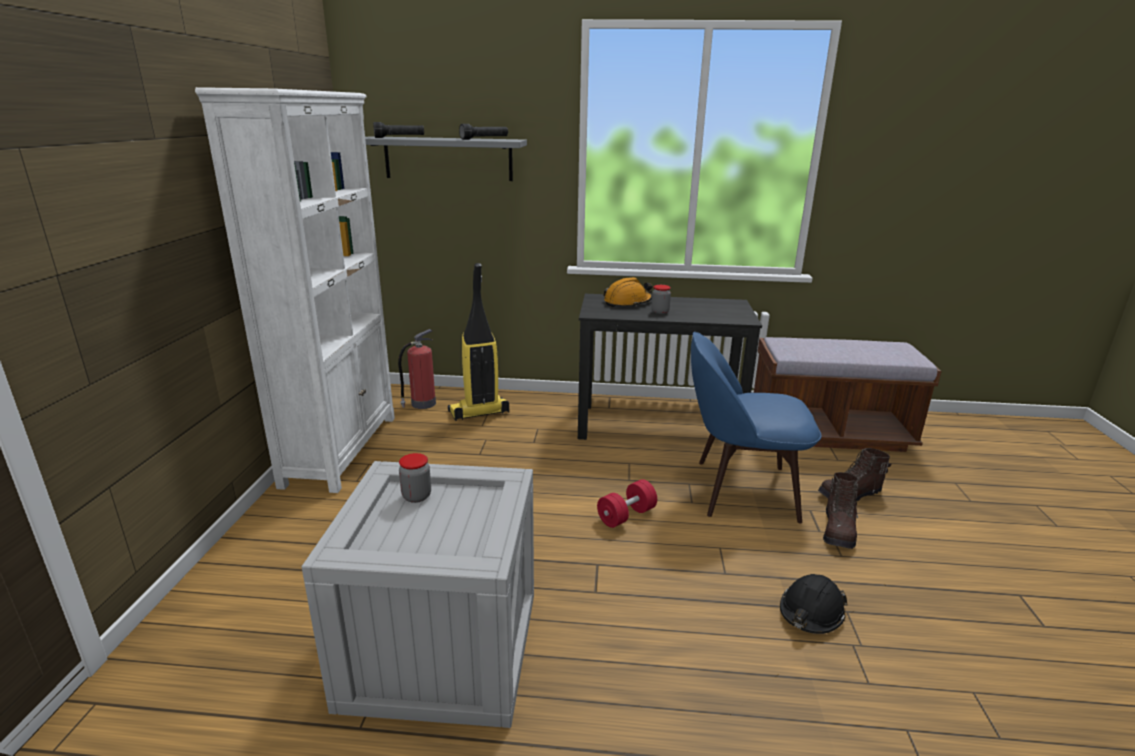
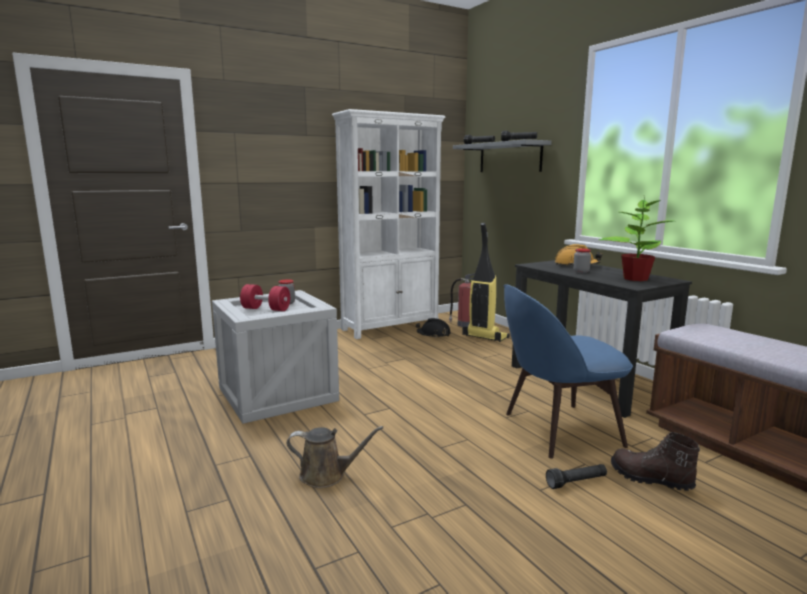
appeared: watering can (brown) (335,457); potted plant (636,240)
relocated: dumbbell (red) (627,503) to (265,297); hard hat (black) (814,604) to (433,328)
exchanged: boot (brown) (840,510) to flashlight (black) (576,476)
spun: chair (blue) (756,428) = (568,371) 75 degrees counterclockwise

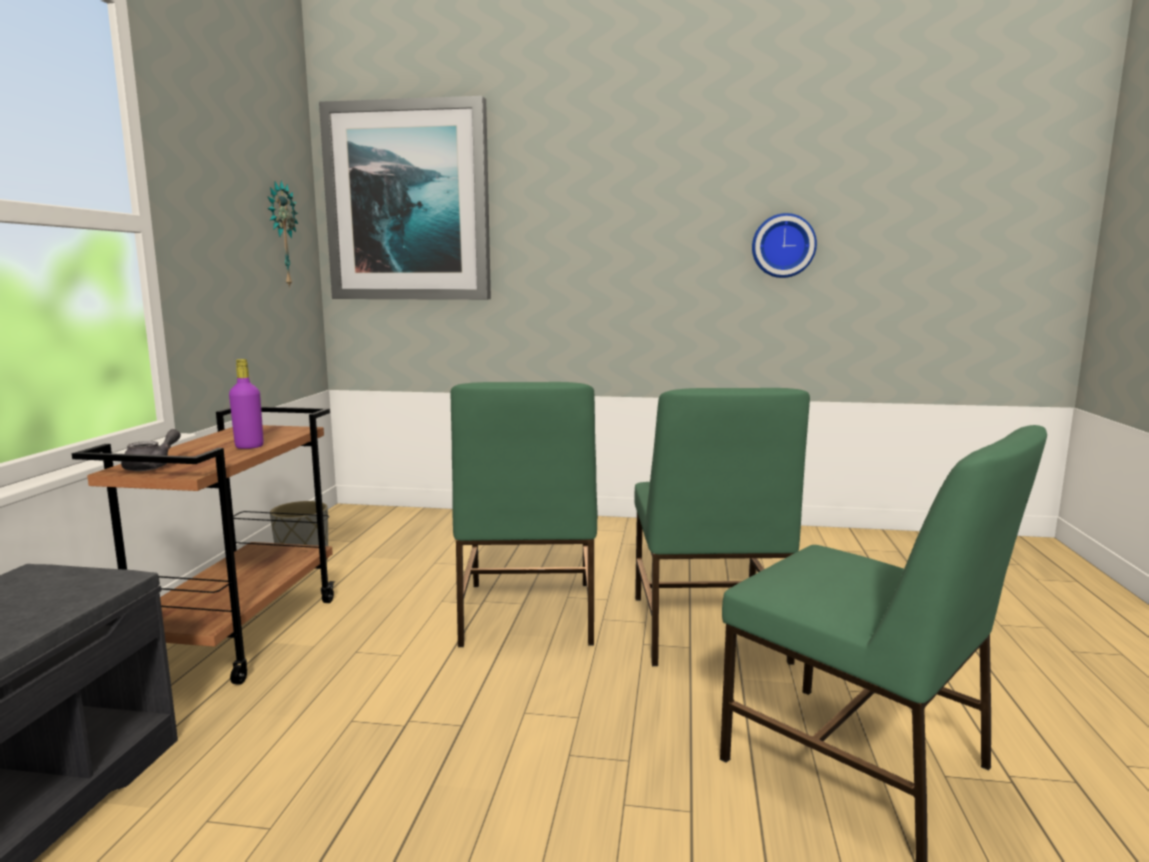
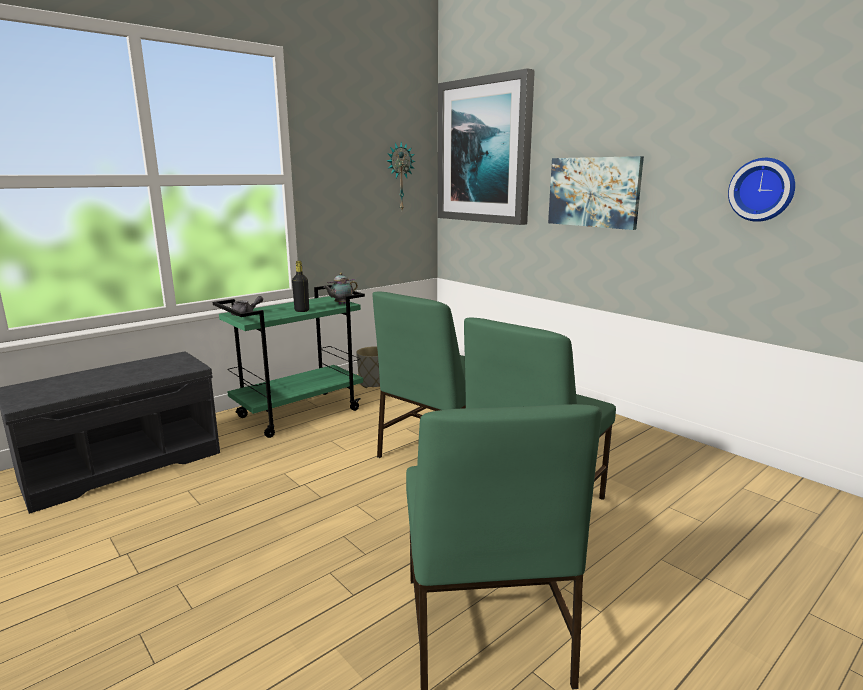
appeared: teapot (340,288); picture (596,193)
colour: cart (brown) (203,546) to cart (green) (288,361); bottle (purple) (246,404) to bottle (black) (300,286)

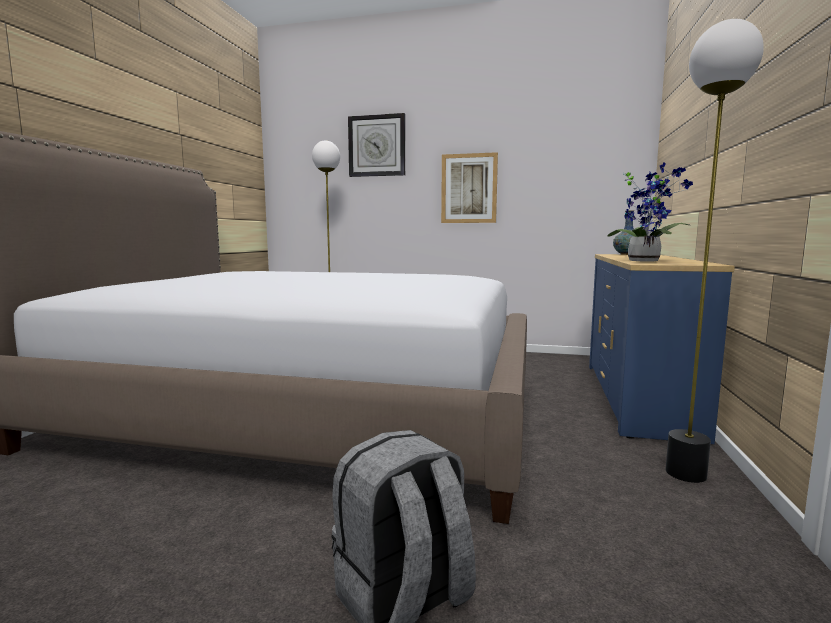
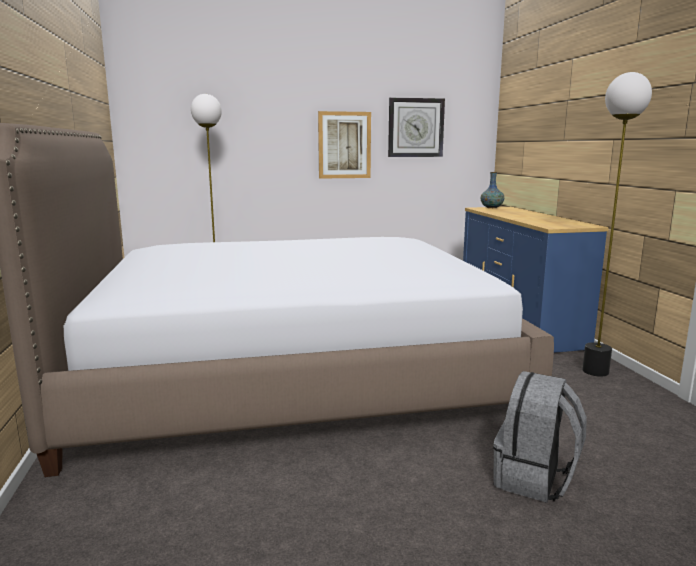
missing: potted plant (650,212)
relocated: wall clock (376,145) to (416,127)

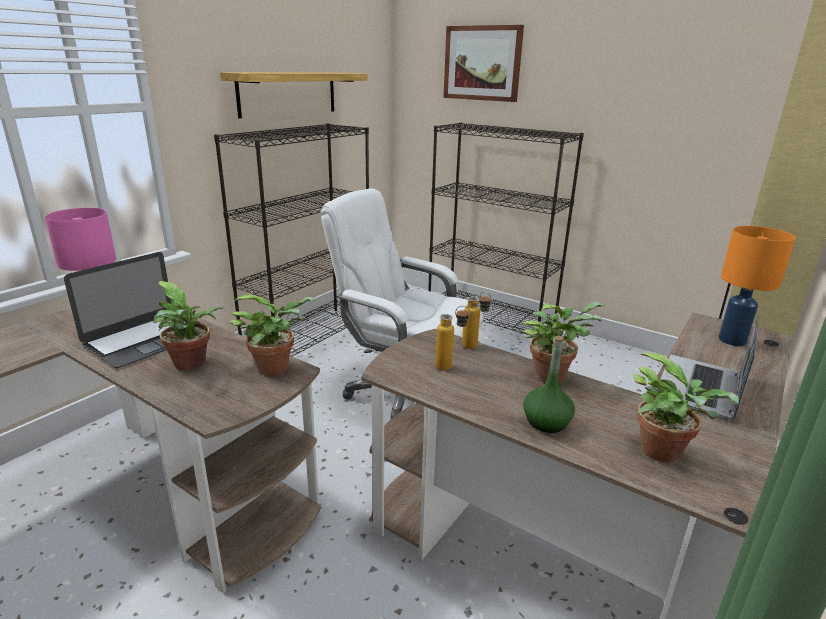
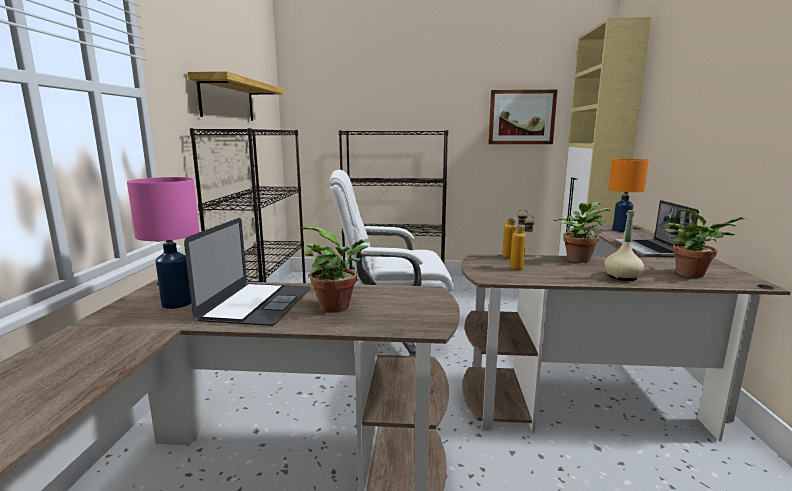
missing: potted plant (273,335)
relocated: picture (483,63) to (522,117)
colour: bottle (green) (549,384) to bottle (beige) (624,245)

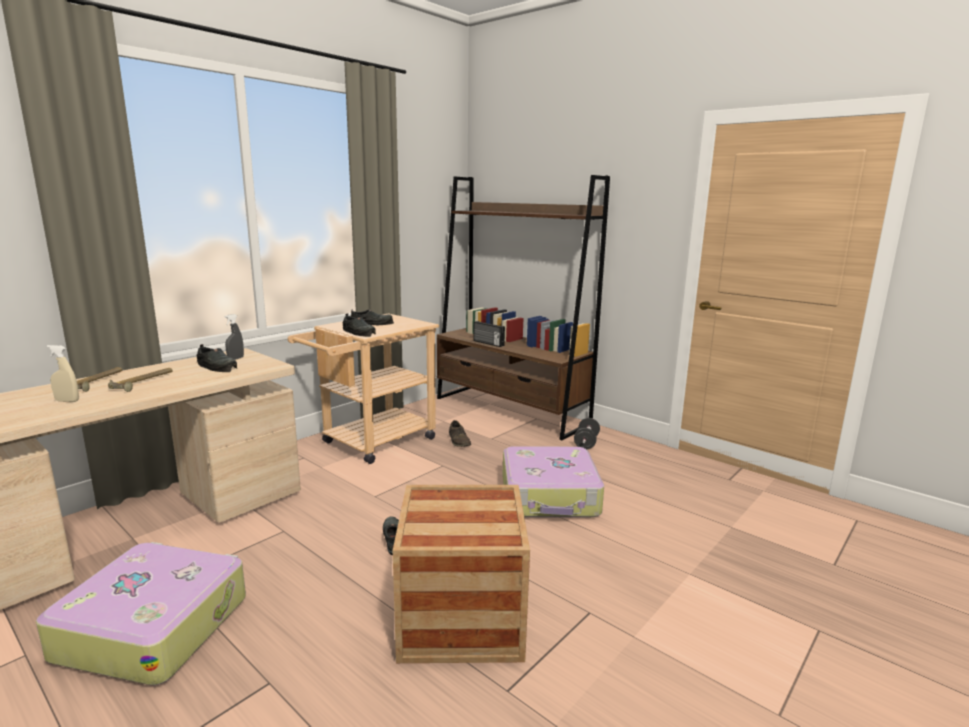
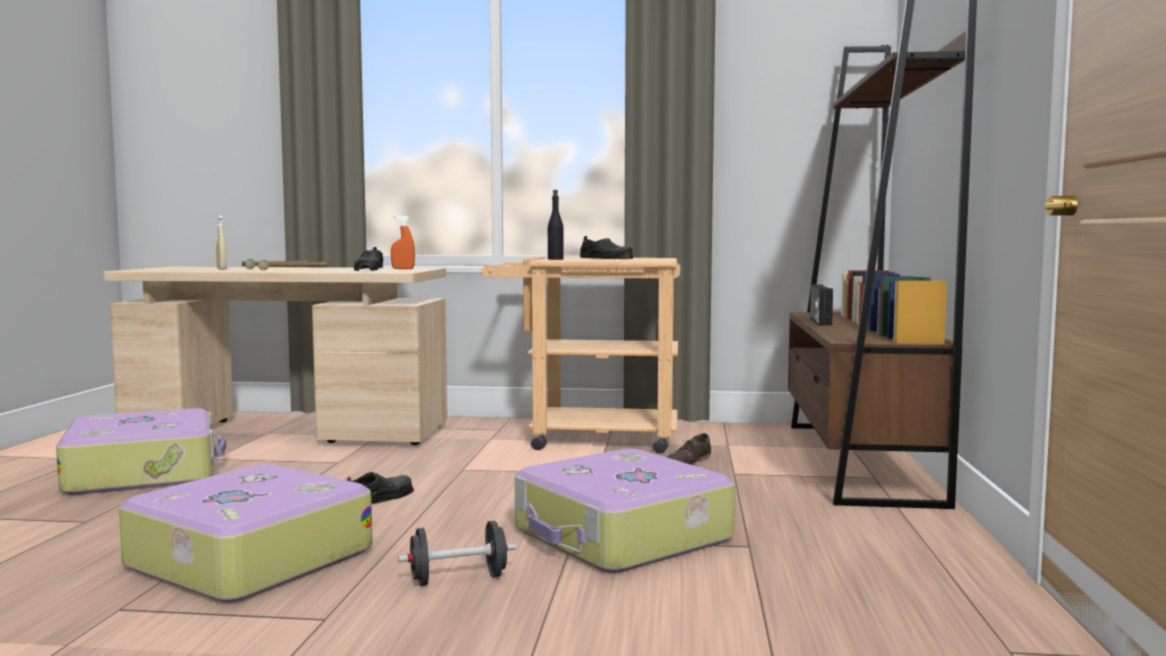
relocated: dumbbell (black) (587,433) to (457,553)
exchanged: crate (461,574) to suitcase (246,533); shoe (black) (359,325) to bottle (black) (556,225)
colour: spray bottle (grey) (234,337) to spray bottle (orange) (403,242)

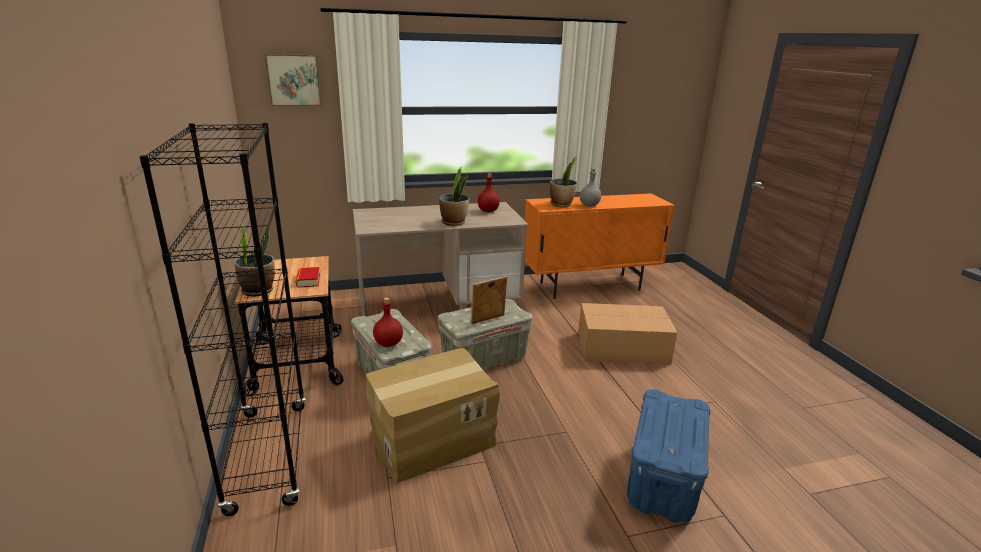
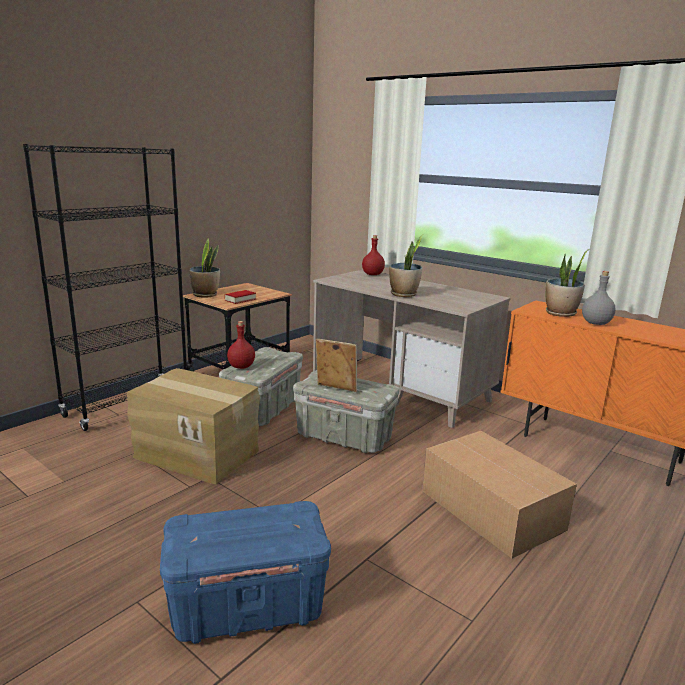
missing: picture (293,80)
relocated: bottle (red) (489,192) to (373,255)

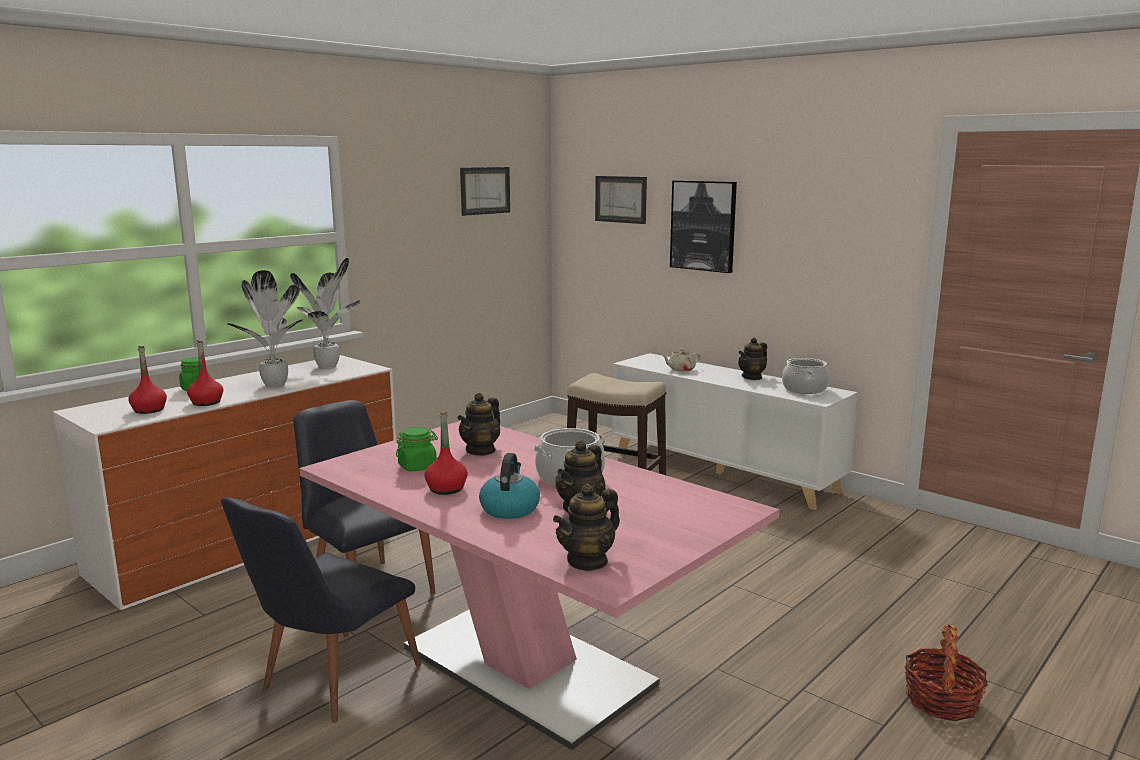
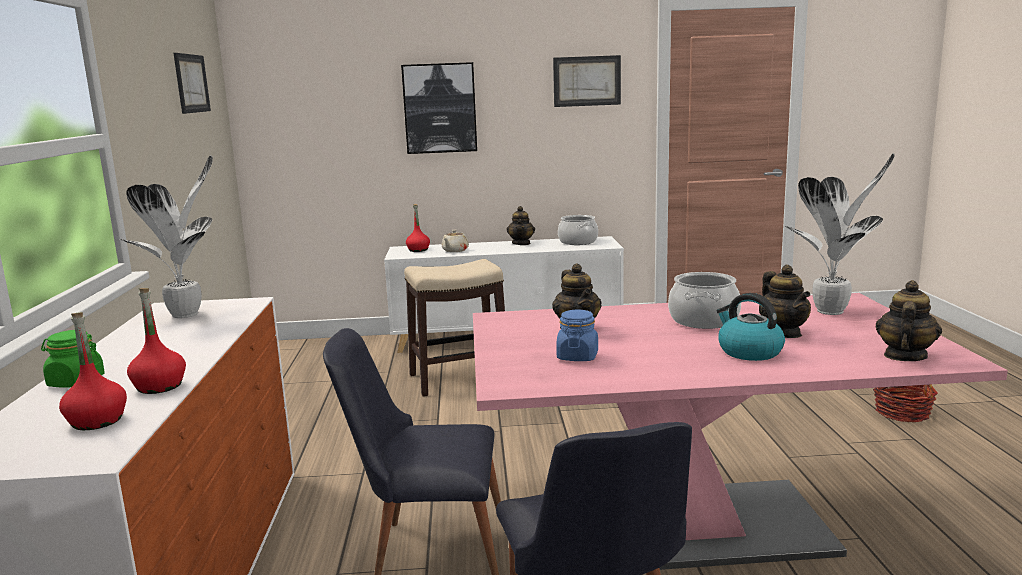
relocated: bottle (red) (446,452) to (418,228); picture (621,200) to (587,81); potted plant (265,329) to (839,234)
colour: jar (green) (417,449) to jar (blue) (577,335)
spun: teapot (586,527) = (909,320) 150 degrees counterclockwise

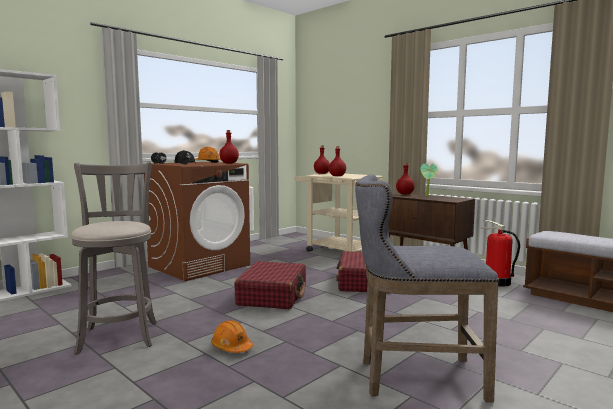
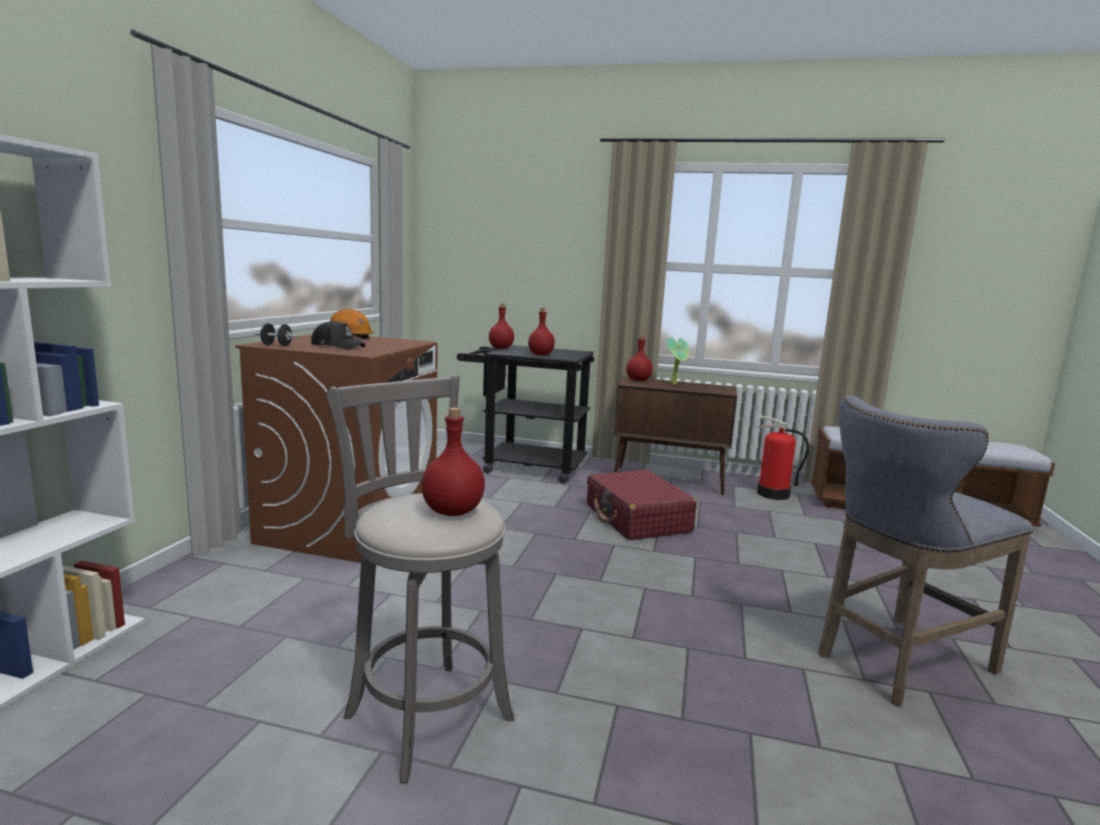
missing: hard hat (orange) (232,336); suitcase (red) (270,285)
relocated: bottle (red) (229,146) to (453,461)
colour: cart (beige) (338,212) to cart (black) (525,414)

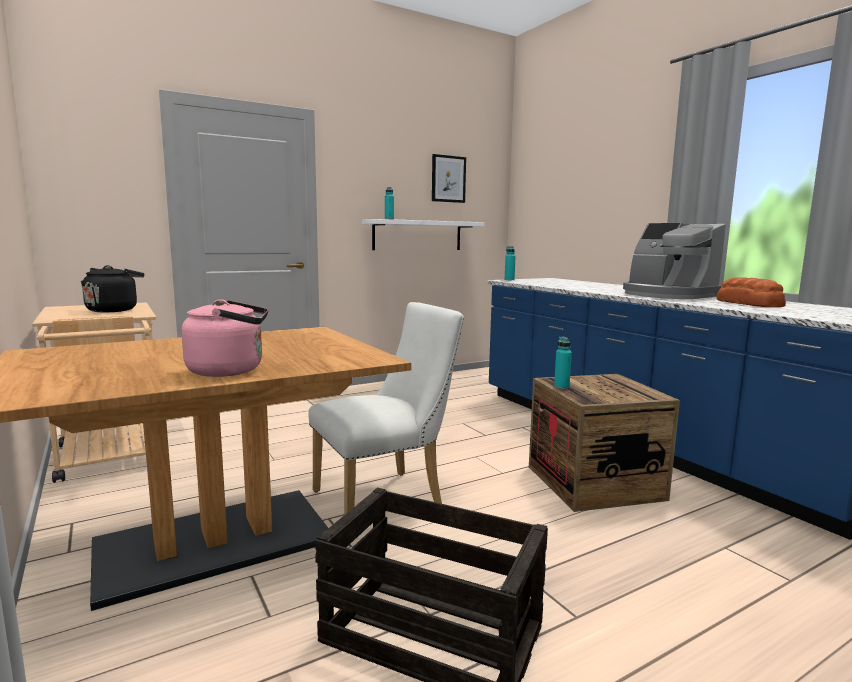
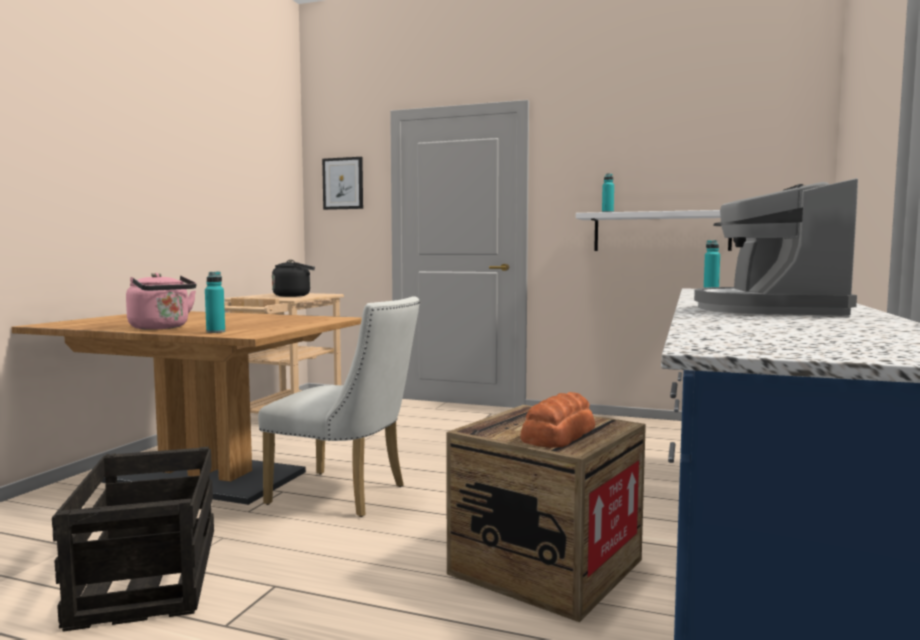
relocated: bottle (turquoise) (563,362) to (215,302); picture (449,178) to (342,183); bread (751,292) to (557,420)

